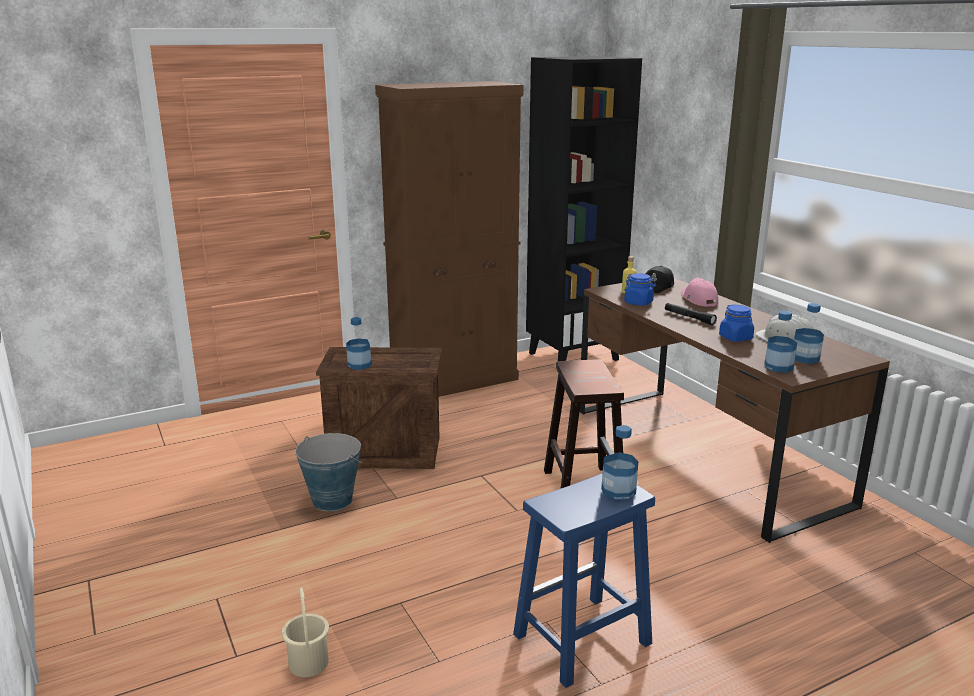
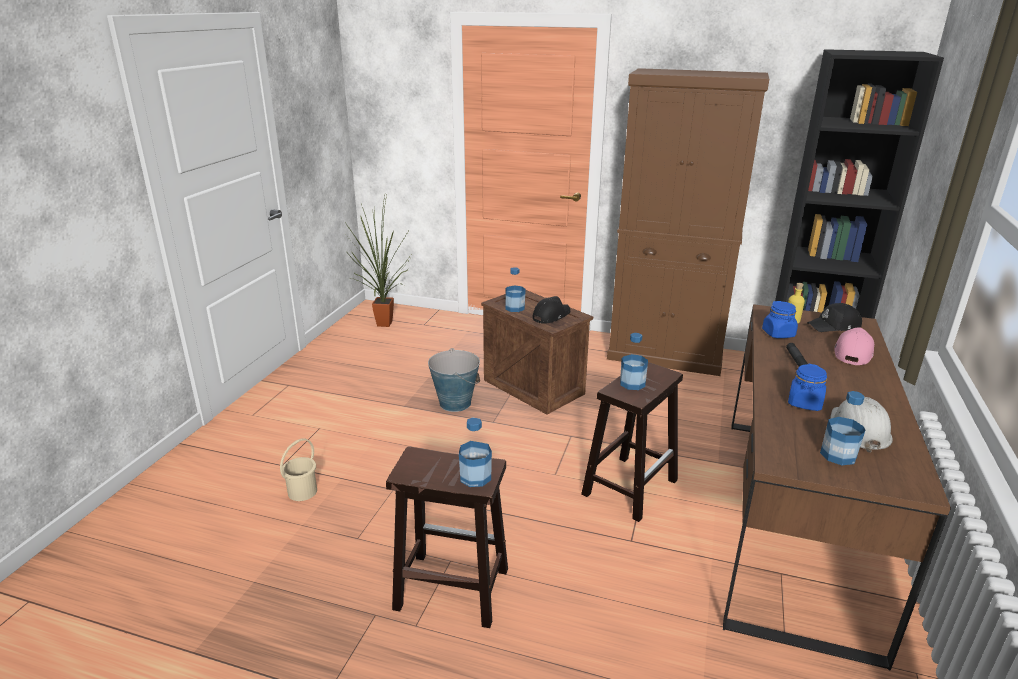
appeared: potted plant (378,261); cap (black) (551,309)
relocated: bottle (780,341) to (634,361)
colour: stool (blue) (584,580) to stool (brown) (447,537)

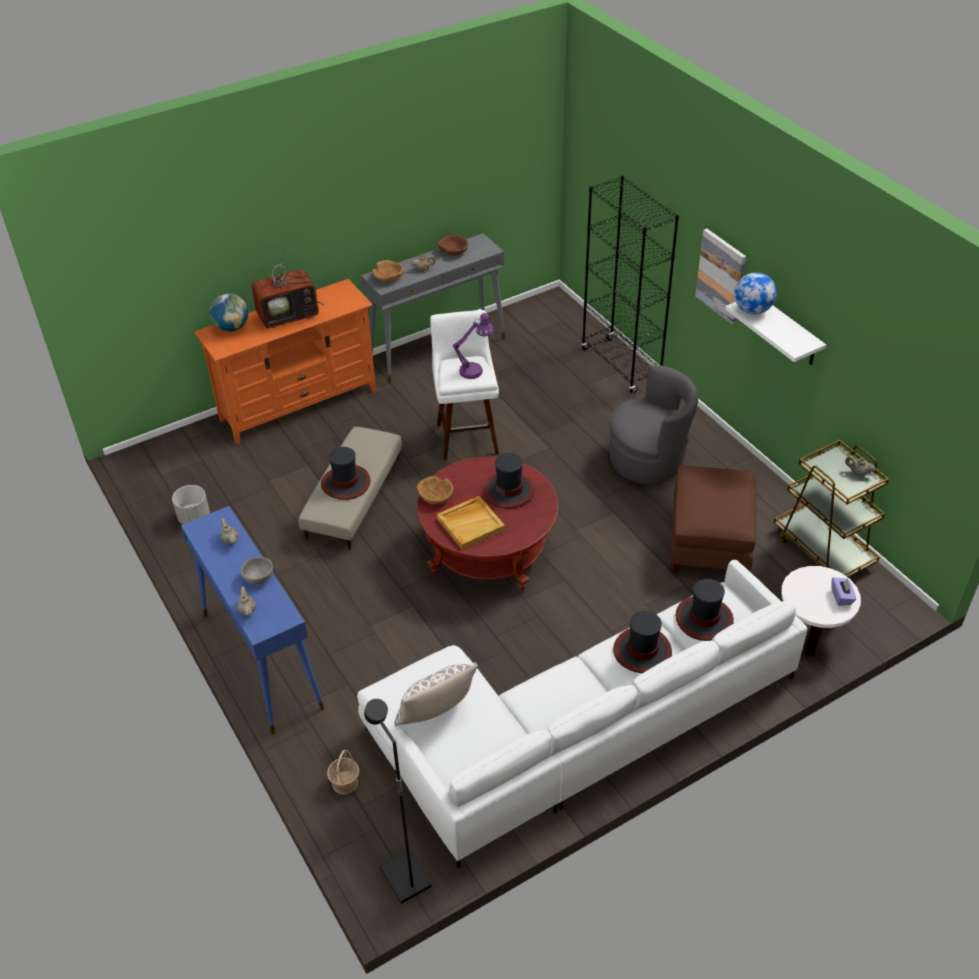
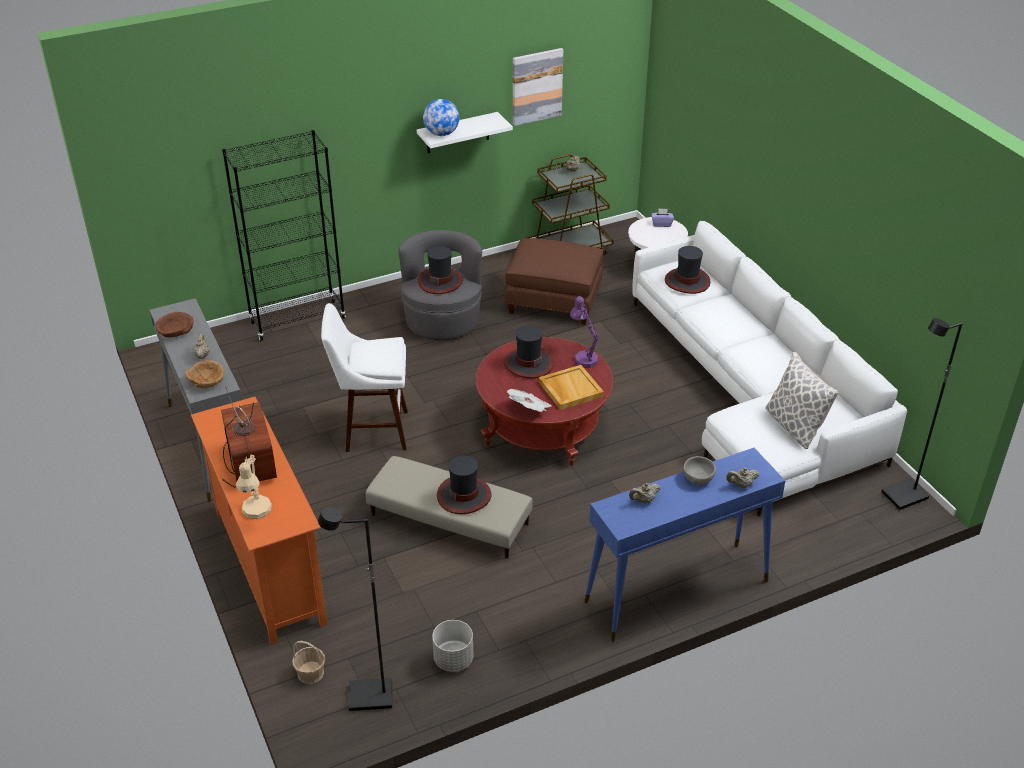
appeared: floor lamp (black) (355,608)
relocated: basket (343,772) to (308,662); hat (642,642) to (440,270); picture (720,277) to (538,87); table lamp (purple) (473,346) to (584,332)
exchanged: globe (229,312) to table lamp (beige) (254,486); bowl (brown) (435,490) to newspaper (529,400)

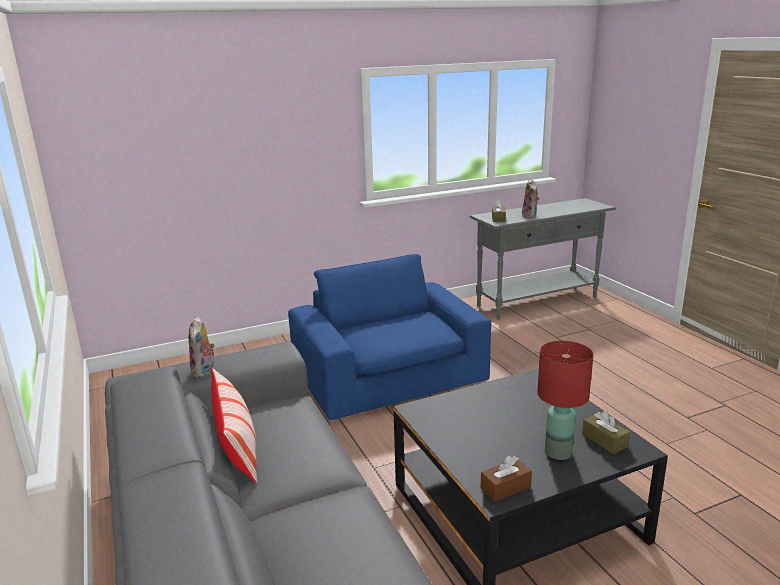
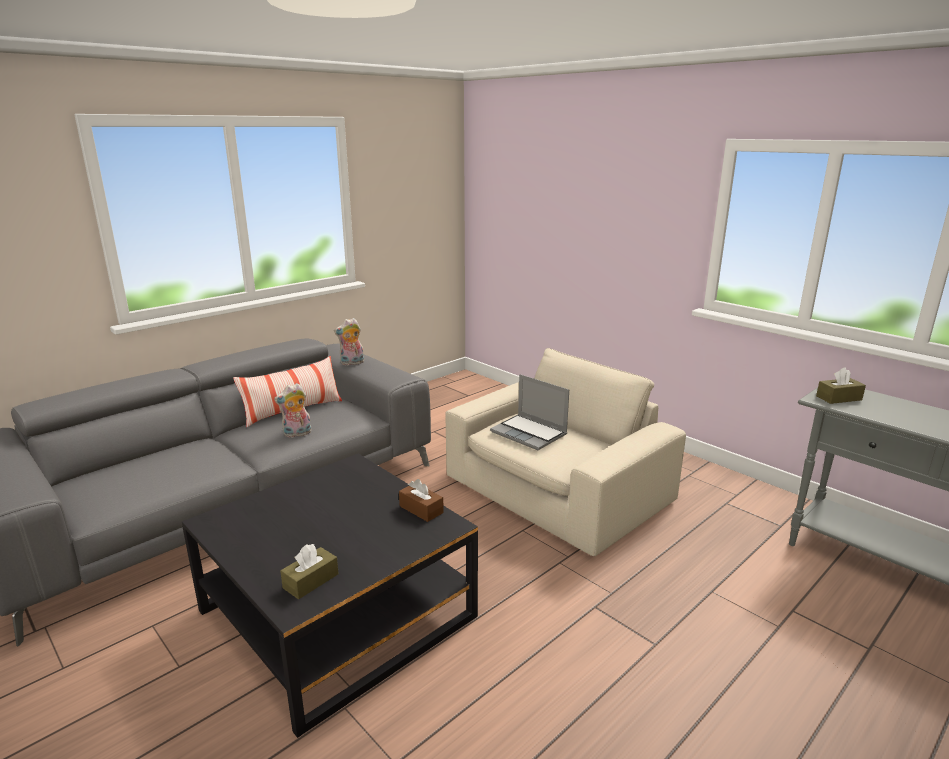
missing: table lamp (red) (565,400)
appeared: laptop (529,412)
relocated: plush toy (531,199) to (293,410); tissue box (brown) (506,479) to (421,500)
colour: armchair (blue) (389,337) to armchair (beige) (566,452)

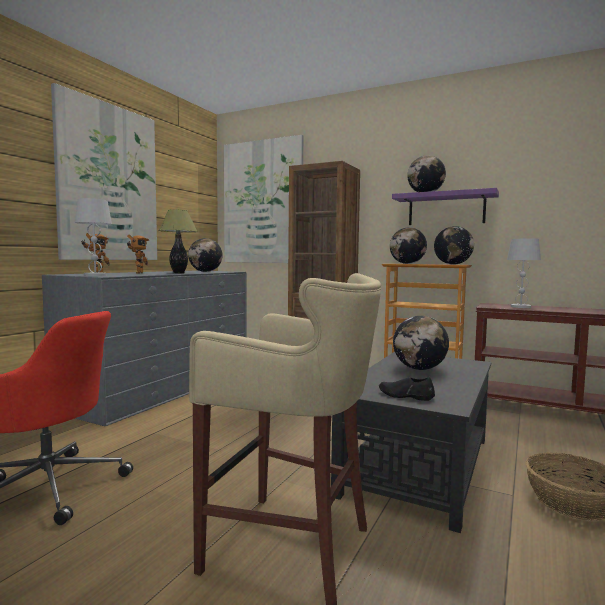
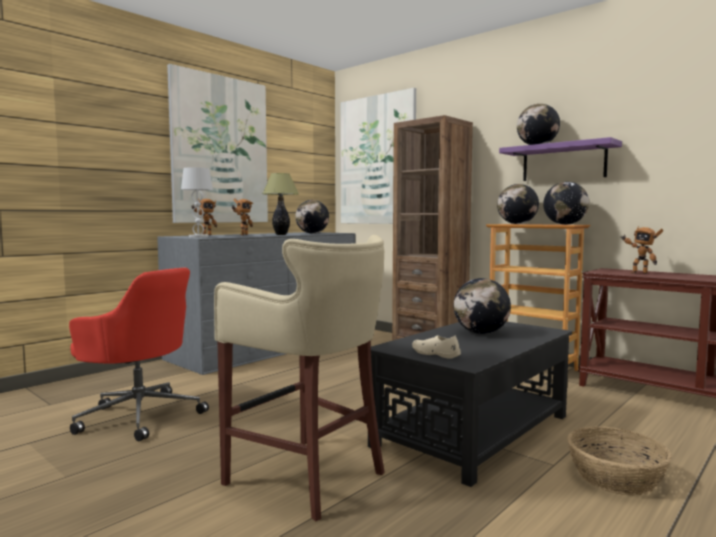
exchanged: table lamp (white) (524,273) to toy robot (642,250)
colour: shoe (black) (407,389) to shoe (beige) (436,347)

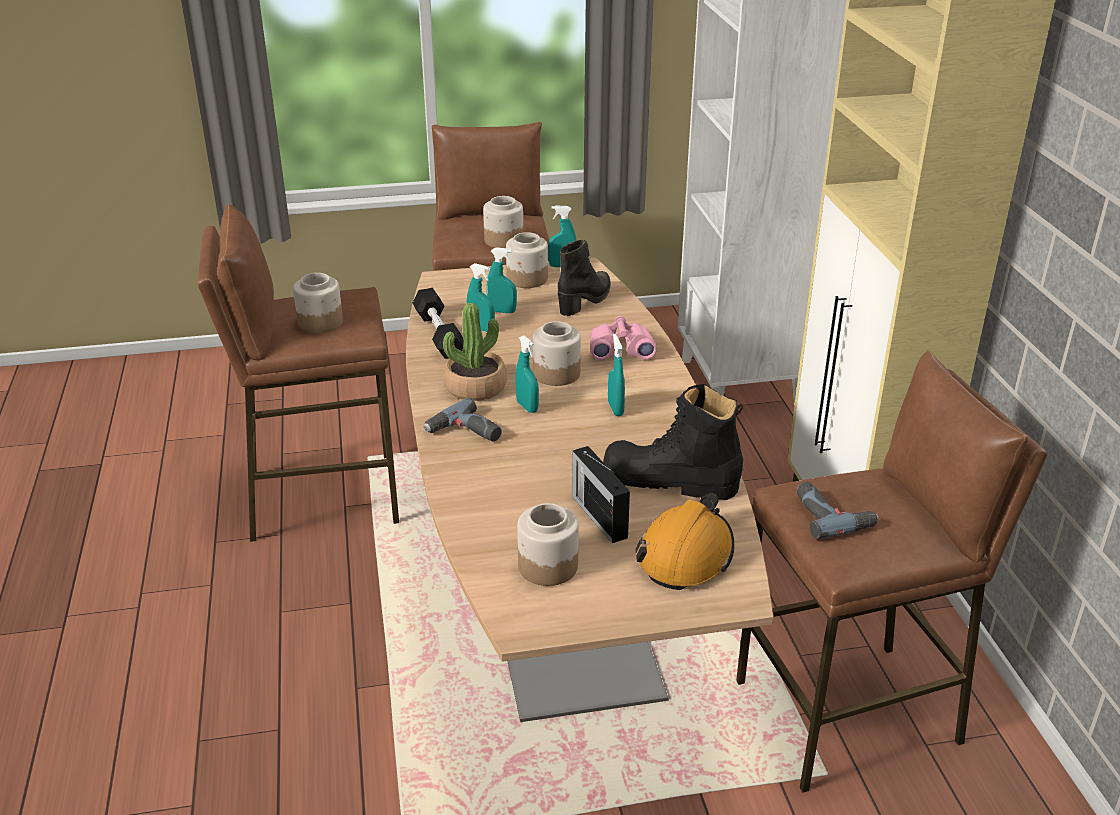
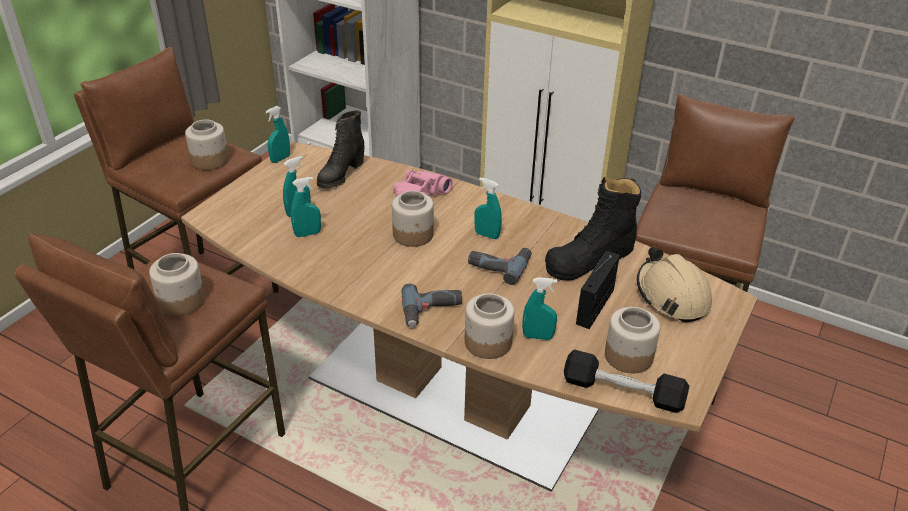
missing: potted plant (475,352)
relocated: jar (527,260) to (489,326); power drill (837,510) to (500,266); spray bottle (turquoise) (527,374) to (539,308); dumbbell (black) (438,323) to (626,381)
colour: hard hat (orange) (684,541) to hard hat (beige) (674,284)
spun: boot (black) (584,278) = (340,149) 135 degrees counterclockwise; radio (601,494) = (598,290) 105 degrees clockwise

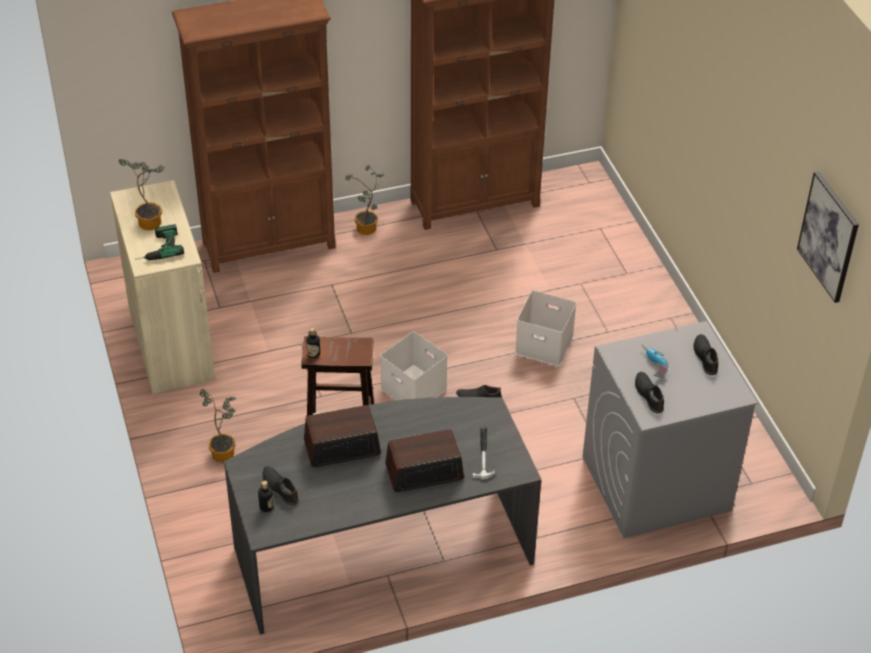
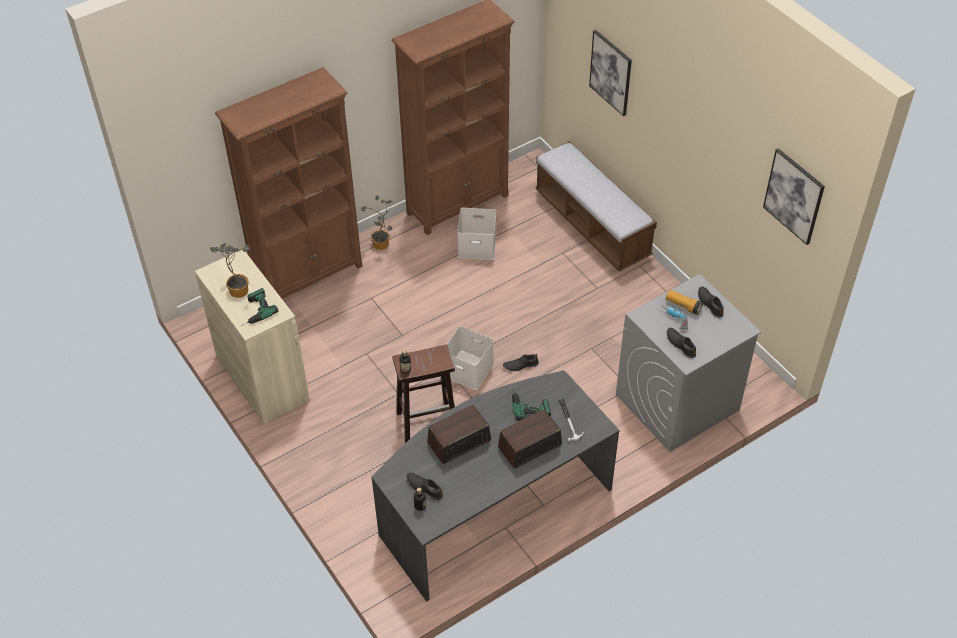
missing: potted plant (217,425)
appeared: power drill (531,404); bench (596,206); picture (610,73); flashlight (684,302)
relocated: storage box (white) (545,328) to (476,234)

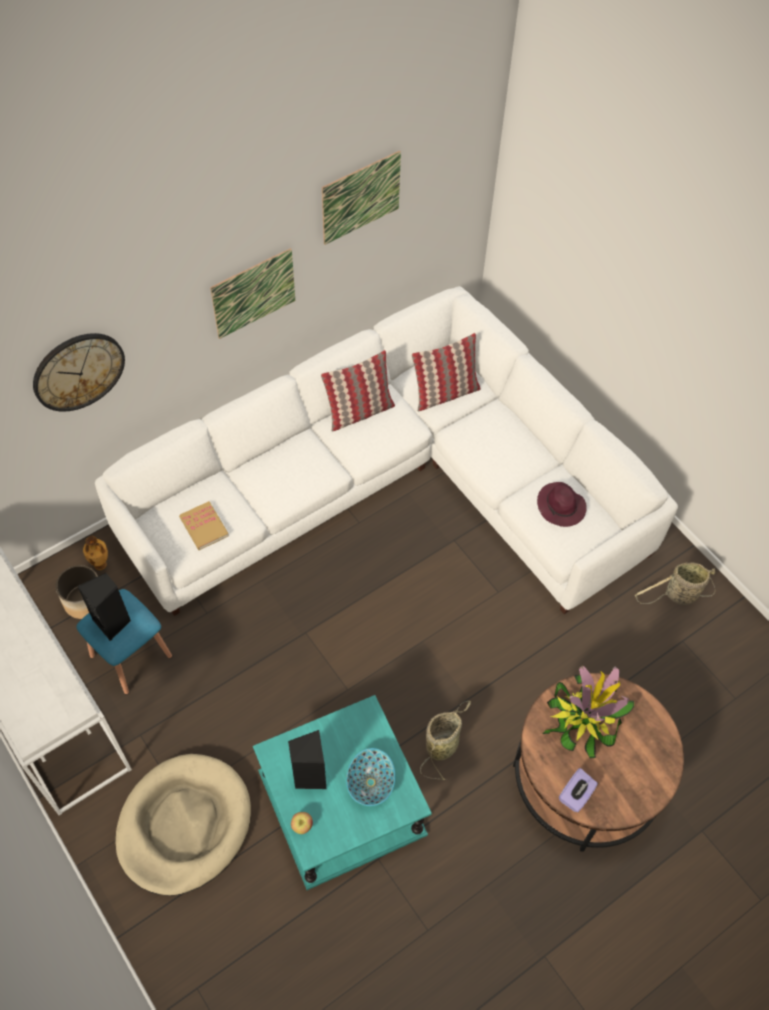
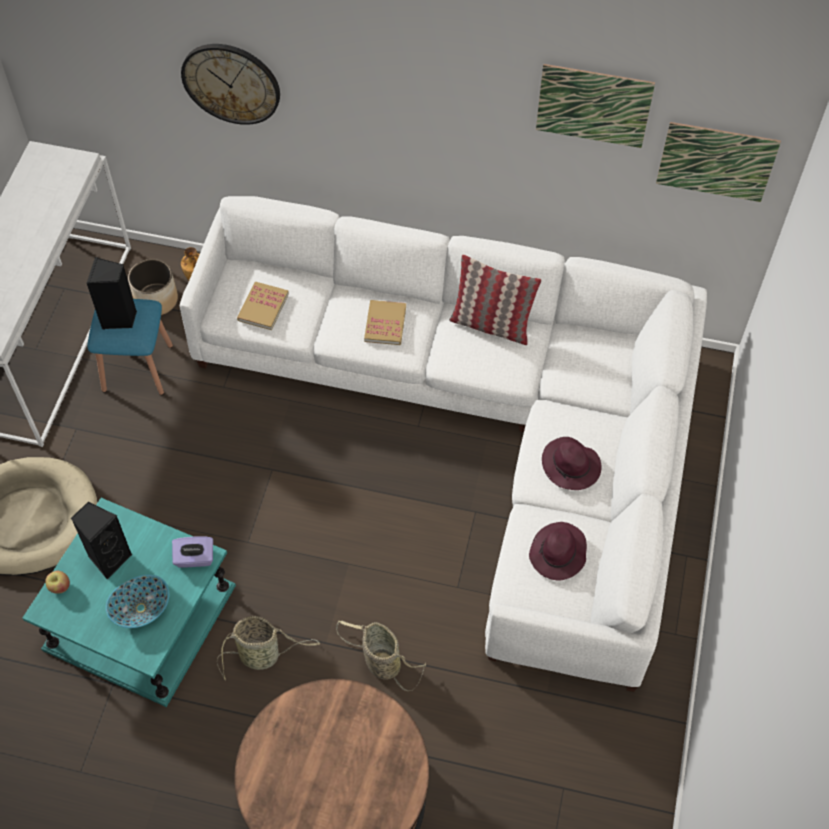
missing: pillow (446,372); potted plant (588,712)
appeared: book (385,322); hat (purple) (572,463)
relocated: tissue box (purple) (578,790) to (192,552); basket (675,583) to (381,655); picture (252,293) to (718,162)

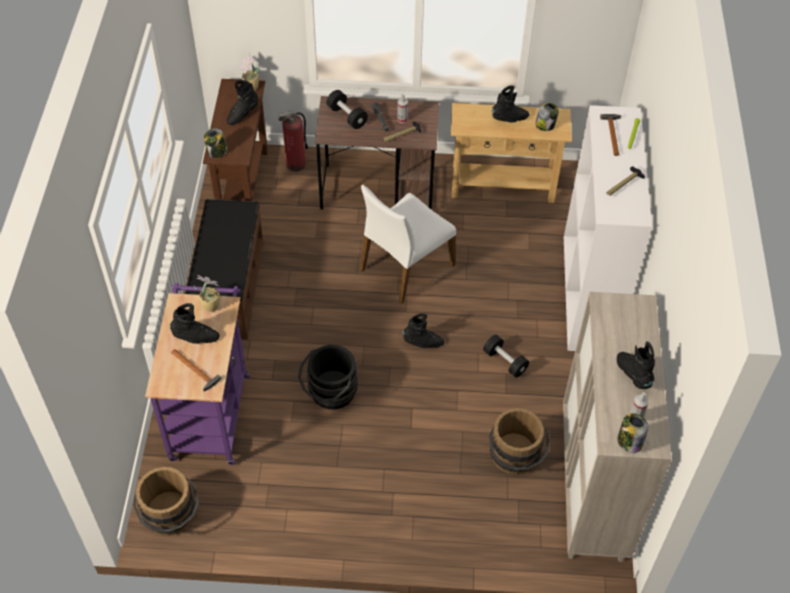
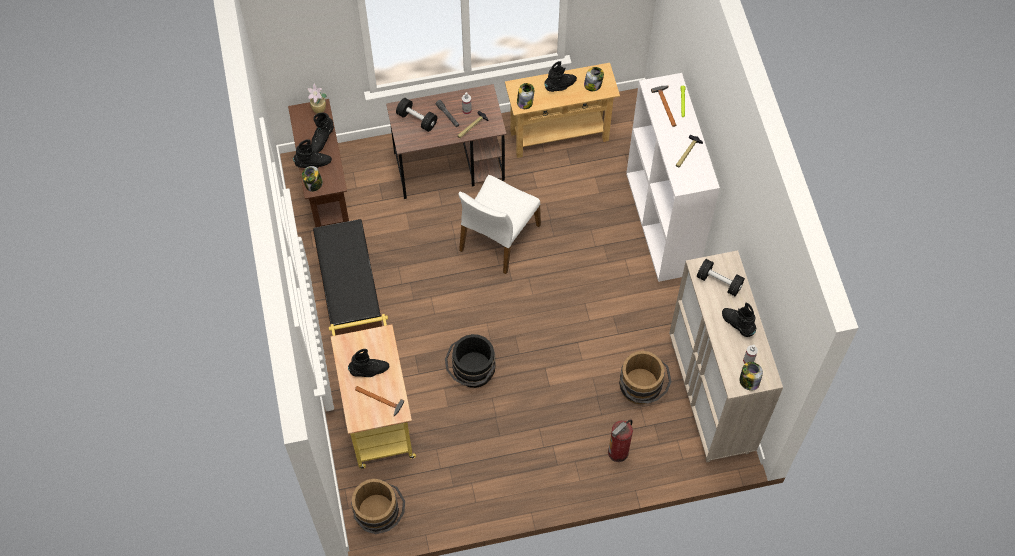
missing: potted plant (207,293)
appeared: jar (525,96)
relocated: boot (black) (423,330) to (312,153); fire extinguisher (293,141) to (620,441); dumbbell (black) (506,356) to (721,277)
colour: cart (purple) (197,374) to cart (yellow) (372,391)

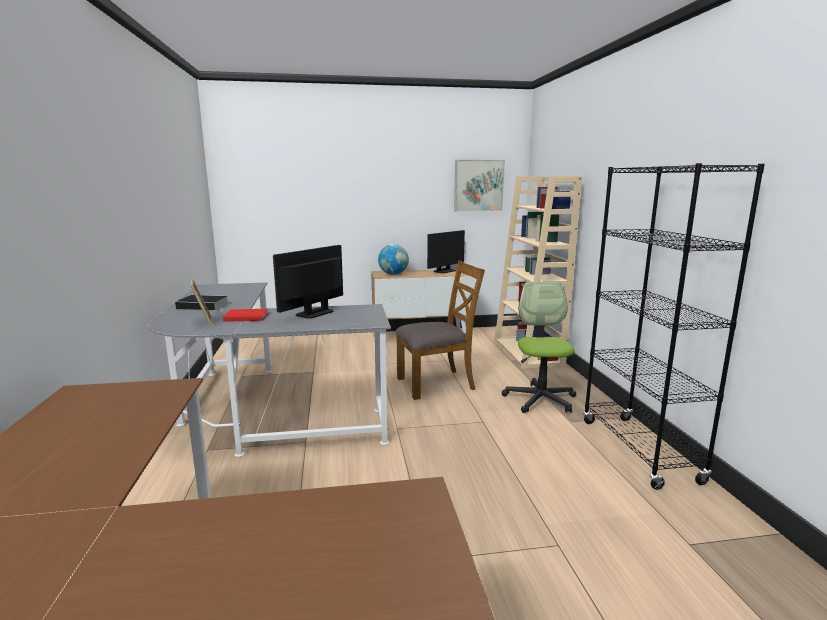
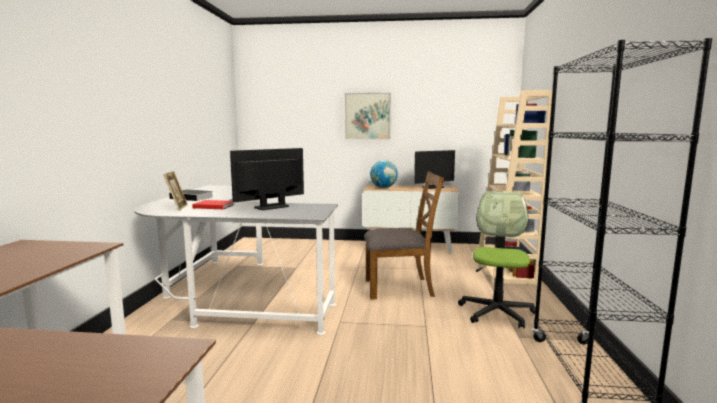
relocated: picture (479,186) to (368,116)

